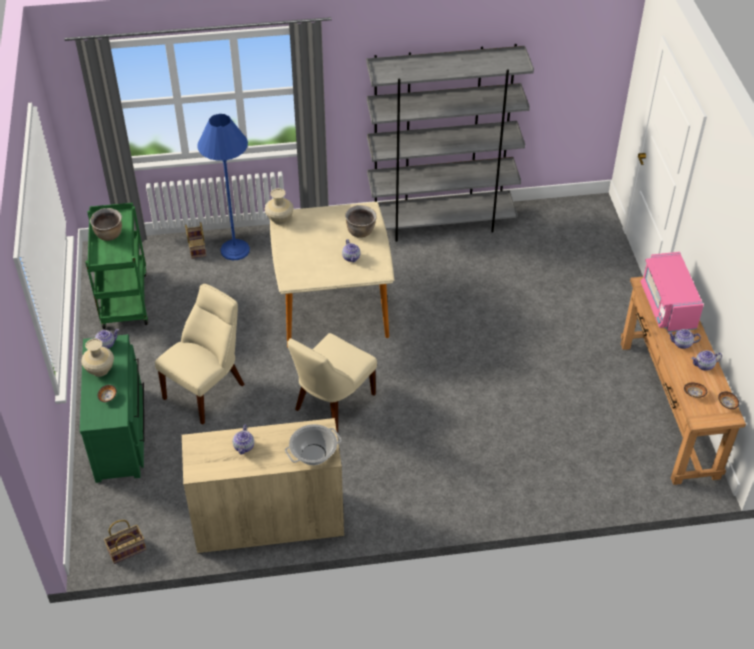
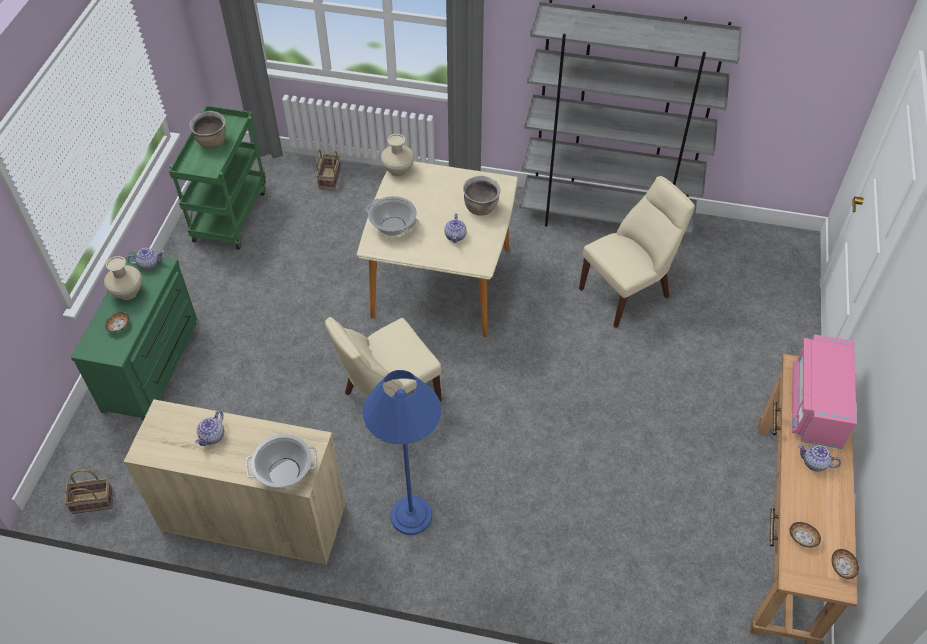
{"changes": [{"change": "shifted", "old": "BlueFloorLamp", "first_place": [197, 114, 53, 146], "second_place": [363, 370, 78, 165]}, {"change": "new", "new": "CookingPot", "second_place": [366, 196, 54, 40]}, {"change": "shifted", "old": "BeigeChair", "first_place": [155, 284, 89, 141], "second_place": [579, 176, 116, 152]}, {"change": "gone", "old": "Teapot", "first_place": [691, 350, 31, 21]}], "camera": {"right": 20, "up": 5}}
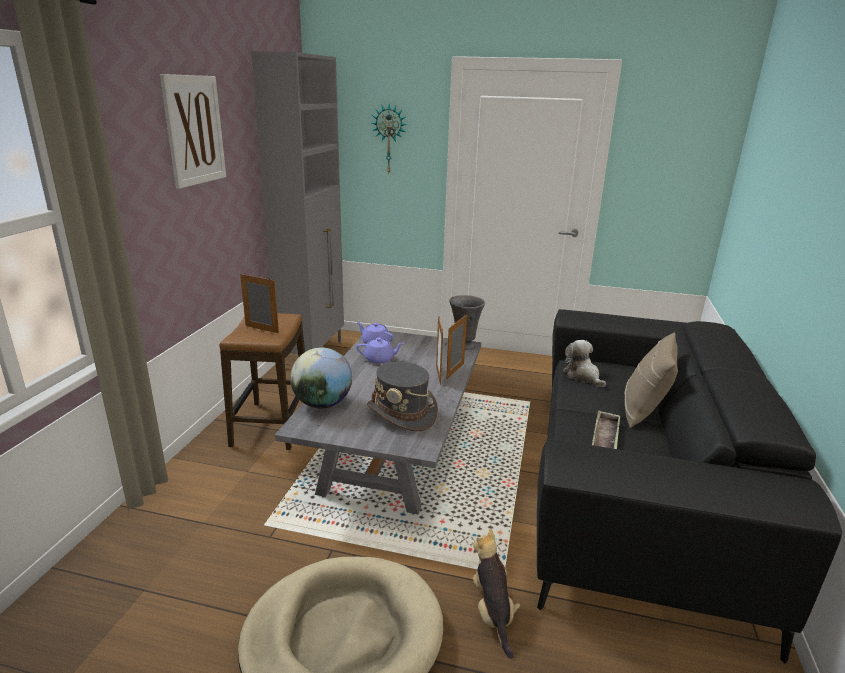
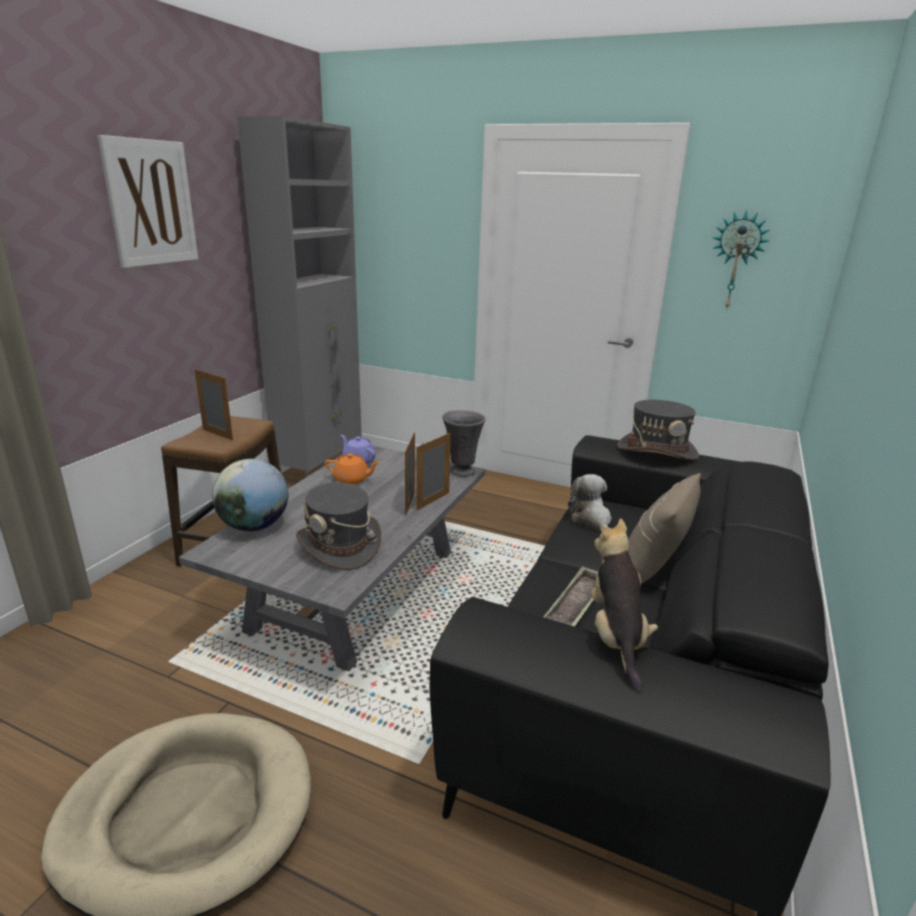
{"changes": [{"change": "repainted", "old": "PurpleTeapot", "new": "OrangeTeapot", "first_place": [356, 337, 48, 27], "second_place": [325, 453, 55, 32]}, {"change": "shifted", "old": "PlushToy", "first_place": [473, 529, 47, 130], "second_place": [590, 519, 68, 173]}, {"change": "new", "new": "GreyHat", "second_place": [617, 400, 82, 60]}, {"change": "shifted", "old": "WallClock", "first_place": [372, 104, 35, 70], "second_place": [712, 210, 57, 100]}], "camera": {"right": 10, "up": 0}}
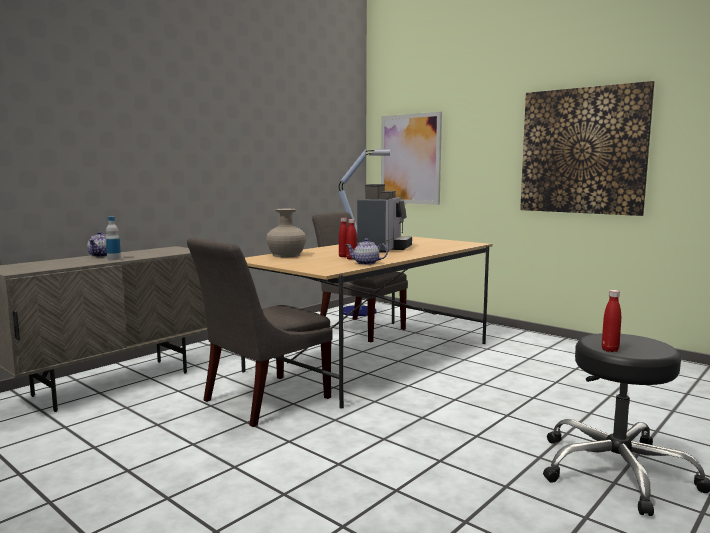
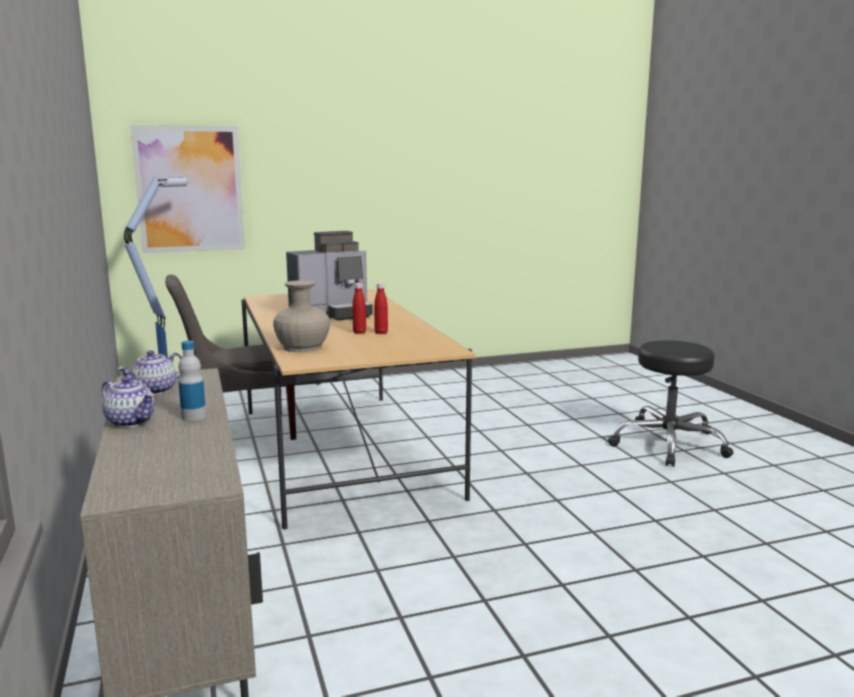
{"changes": [{"change": "shifted", "old": "Teapot", "first_place": [346, 238, 42, 27], "second_place": [118, 350, 64, 45]}, {"change": "rotated", "old": "CoffeeMachine", "first_place": [357, 184, 55, 69], "second_place": [286, 231, 87, 90], "degrees": 105}, {"change": "gone", "old": "GreyChair", "first_place": [187, 237, 145, 190]}, {"change": "gone", "old": "Picture", "first_place": [520, 81, 134, 135]}, {"change": "gone", "old": "RedBottle", "first_place": [602, 290, 19, 62]}], "camera": {"right": -60, "up": 5}}
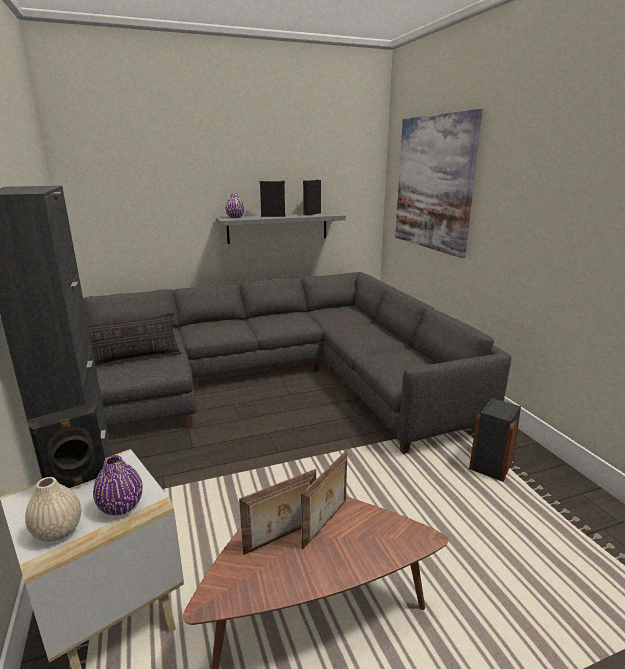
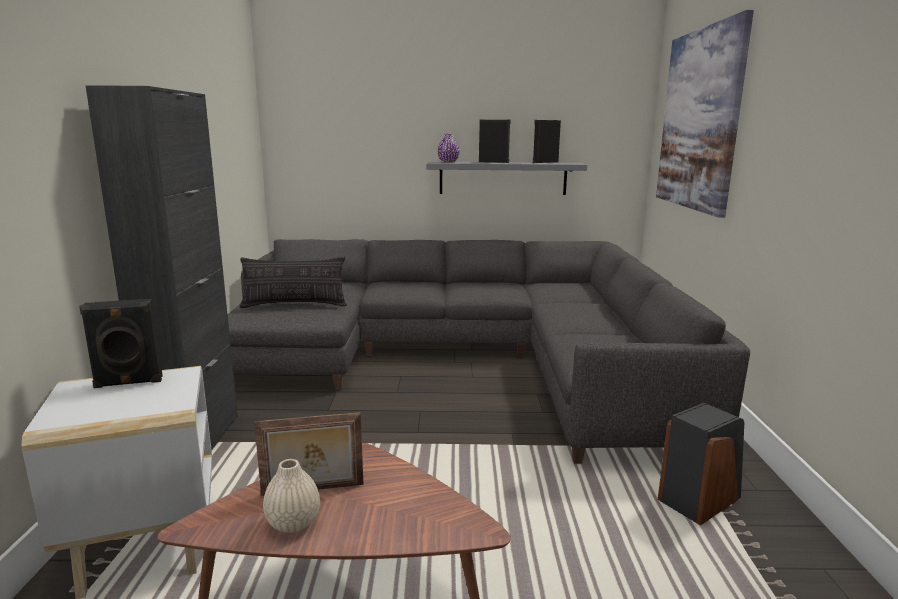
{"changes": [{"change": "shifted", "old": "BeigeVase", "first_place": [25, 477, 56, 65], "second_place": [263, 459, 57, 74]}, {"change": "gone", "old": "PurpleVase", "first_place": [93, 455, 50, 60]}, {"change": "gone", "old": "PictureFrame", "first_place": [301, 451, 46, 98]}], "camera": {"right": 20, "up": -5}}
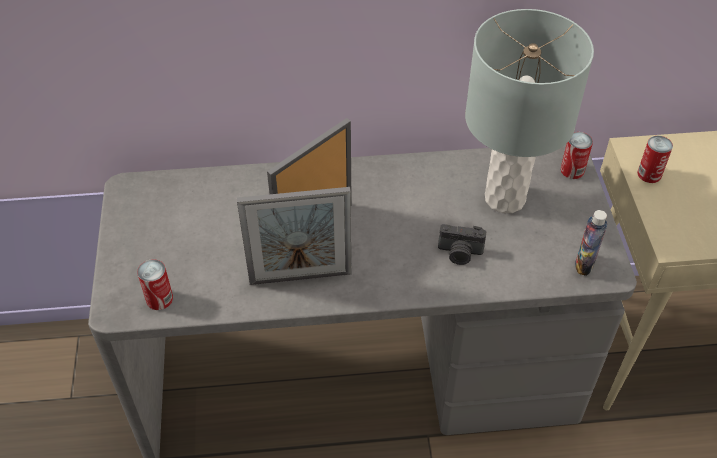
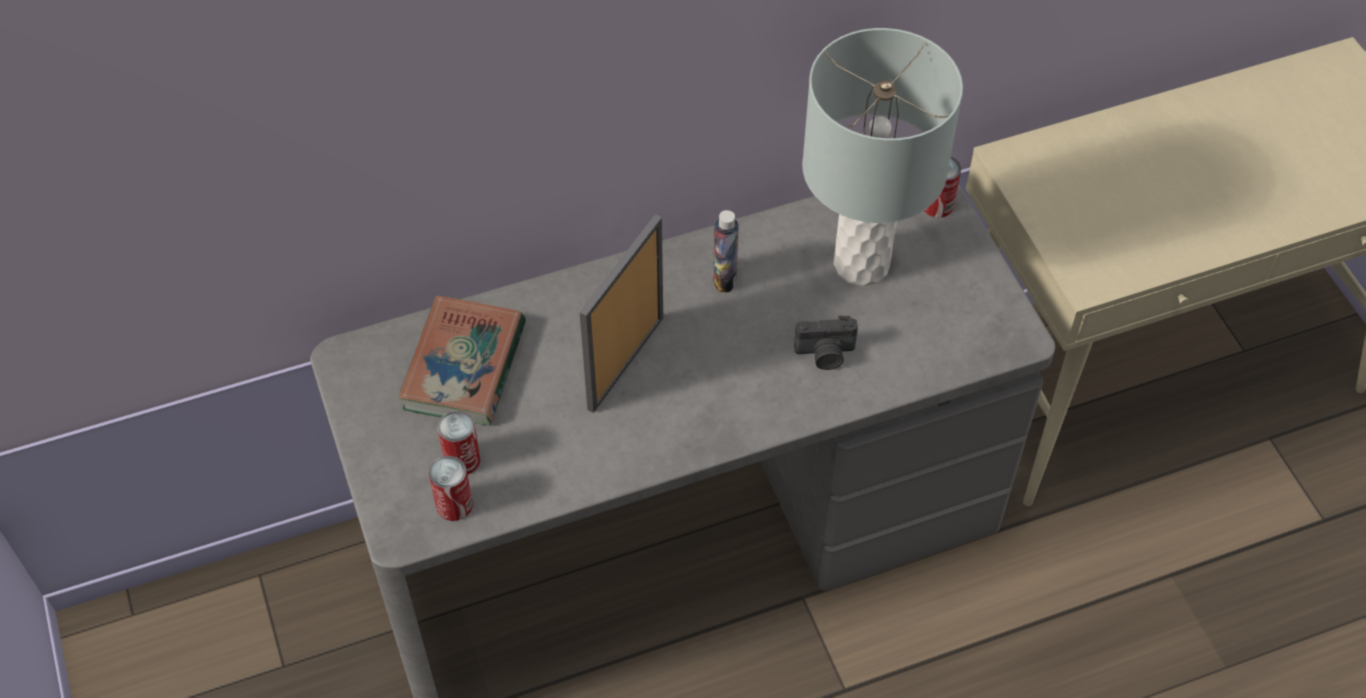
{"changes": [{"change": "new", "new": "Book", "second_place": [398, 296, 128, 129]}, {"change": "shifted", "old": "Can", "first_place": [637, 136, 36, 47], "second_place": [438, 411, 43, 64]}, {"change": "shifted", "old": "Bottle", "first_place": [575, 210, 32, 66], "second_place": [713, 210, 26, 82]}, {"change": "gone", "old": "PictureFrame", "first_place": [237, 187, 114, 98]}], "camera": {"right": -15, "up": 5}}
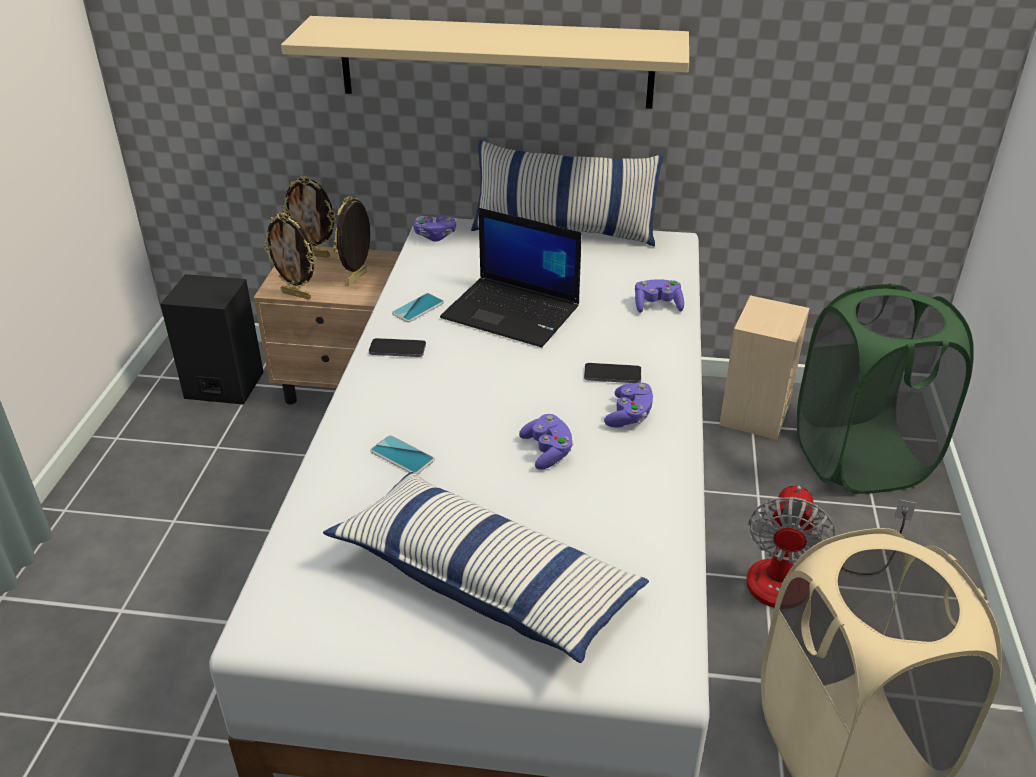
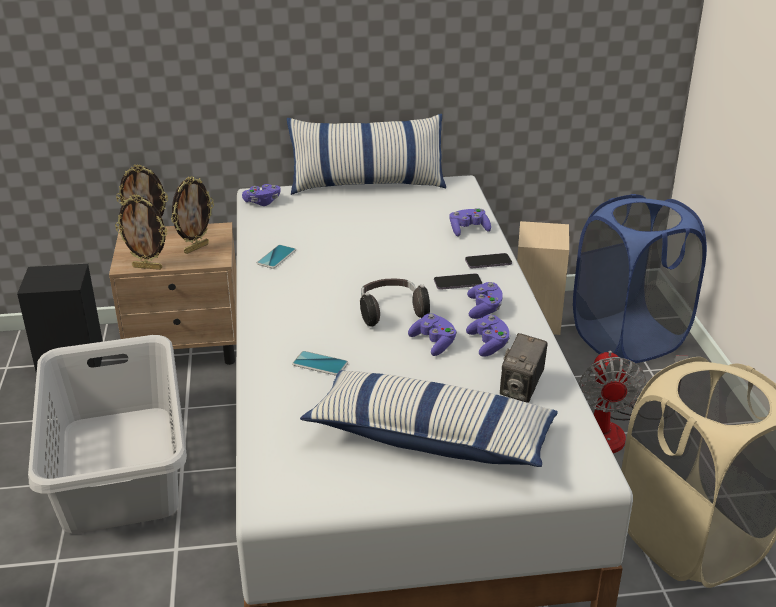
{"changes": [{"change": "new", "new": "GreyLaundryBasket", "second_place": [28, 335, 159, 199]}, {"change": "rotated", "old": "PictureFrame", "first_place": [333, 196, 37, 89], "second_place": [171, 176, 43, 78], "degrees": -150}, {"change": "new", "new": "Headphones", "second_place": [360, 279, 70, 48]}, {"change": "shifted", "old": "Phone", "first_place": [369, 338, 57, 19], "second_place": [465, 253, 47, 15]}, {"change": "new", "new": "PurpleGameController", "second_place": [466, 315, 44, 42]}, {"change": "new", "new": "PhotoCamera", "second_place": [500, 333, 47, 70]}, {"change": "repainted", "old": "GreenLaundryBasket", "new": "BlueLaundryBasket", "first_place": [797, 283, 177, 211], "second_place": [573, 194, 134, 169]}, {"change": "gone", "old": "BeigeShelf", "first_place": [281, 16, 408, 93]}, {"change": "gone", "old": "Laptop", "first_place": [440, 208, 142, 140]}], "camera": {"right": -15, "up": -5}}
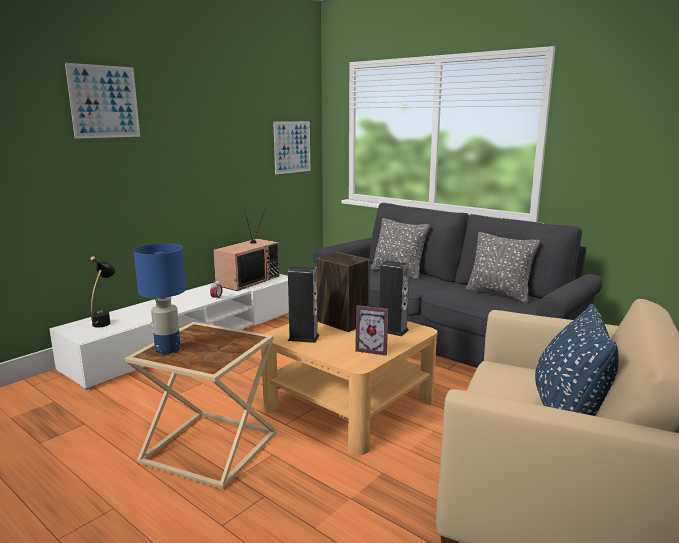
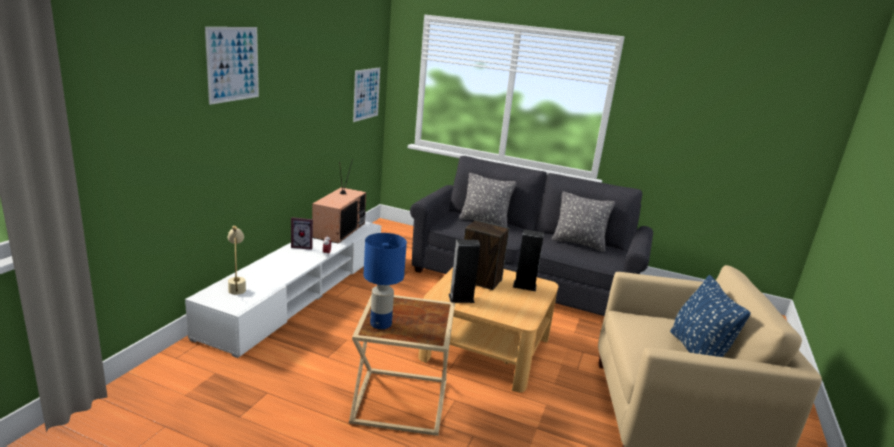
{"changes": [{"change": "repainted", "old": "BlackTableLamp", "new": "BeigeTableLamp", "first_place": [90, 256, 26, 72], "second_place": [228, 226, 18, 69]}, {"change": "shifted", "old": "PictureFrame", "first_place": [355, 305, 33, 51], "second_place": [291, 217, 22, 33]}], "camera": {"right": -20, "up": 5}}
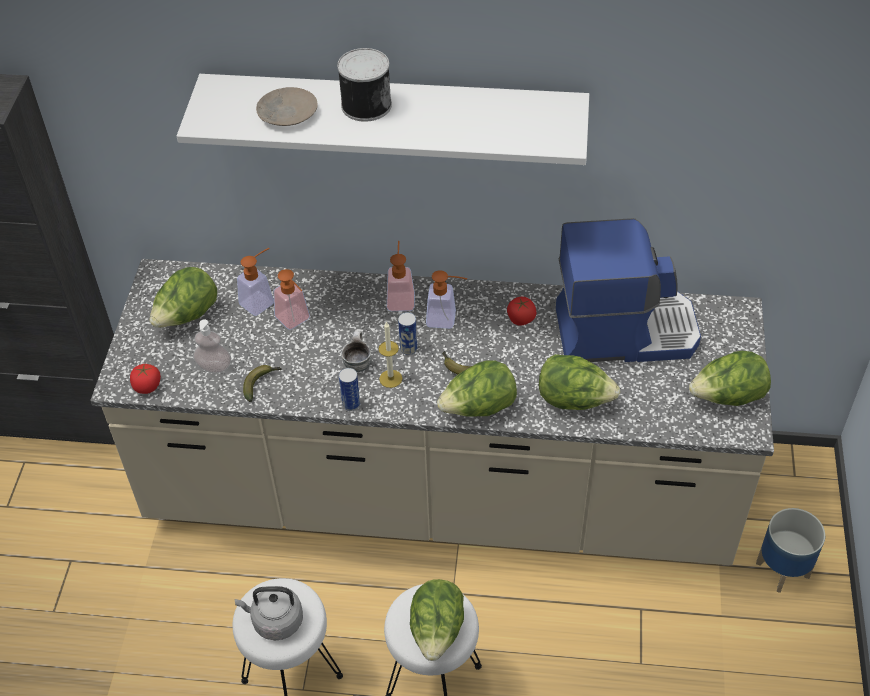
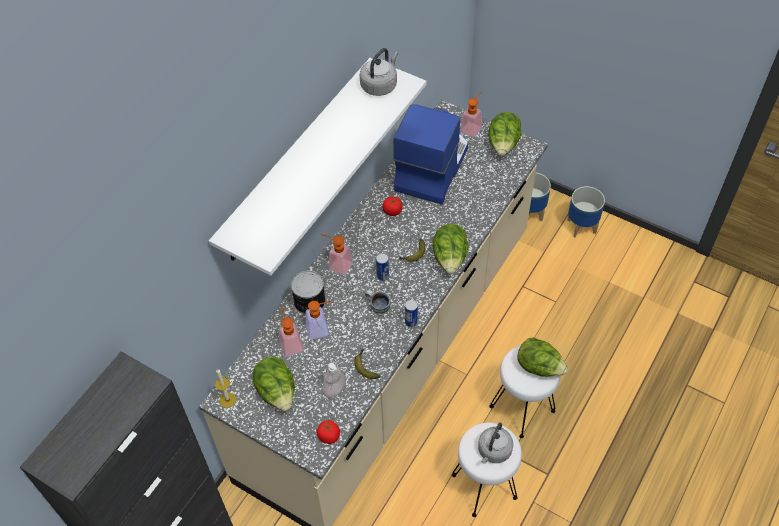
{"changes": [{"change": "shifted", "old": "Candle", "first_place": [379, 321, 23, 67], "second_place": [215, 369, 21, 39]}, {"change": "shifted", "old": "Can", "first_place": [337, 48, 55, 74], "second_place": [291, 271, 35, 44]}, {"change": "new", "new": "GreyKettle", "second_place": [360, 48, 38, 48]}, {"change": "shifted", "old": "SoapDispenser", "first_place": [426, 270, 42, 59], "second_place": [460, 92, 22, 45]}, {"change": "new", "new": "Planter", "second_place": [567, 186, 38, 51]}, {"change": "gone", "old": "BeigePlate", "first_place": [256, 87, 62, 39]}, {"change": "gone", "old": "Lettuce", "first_place": [539, 354, 81, 56]}], "camera": {"right": -65, "up": 5}}
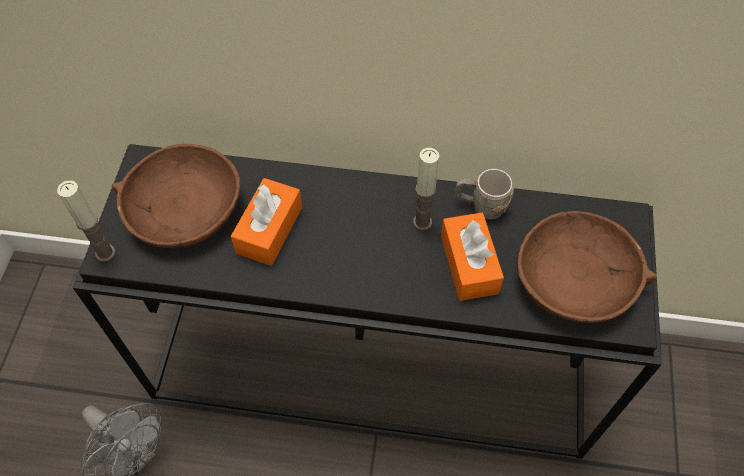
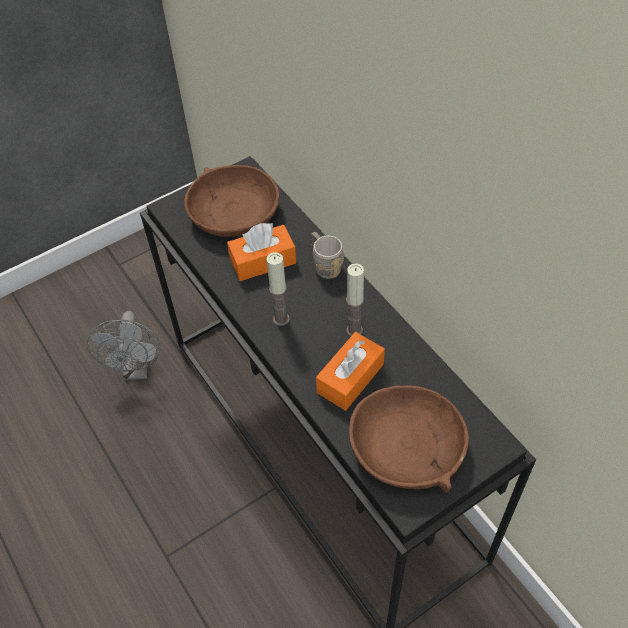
{"changes": [{"change": "shifted", "old": "Candle", "first_place": [57, 180, 58, 82], "second_place": [267, 252, 23, 74]}, {"change": "shifted", "old": "GreyMug", "first_place": [455, 169, 59, 50], "second_place": [310, 232, 34, 47]}], "camera": {"right": 50, "up": -5}}
